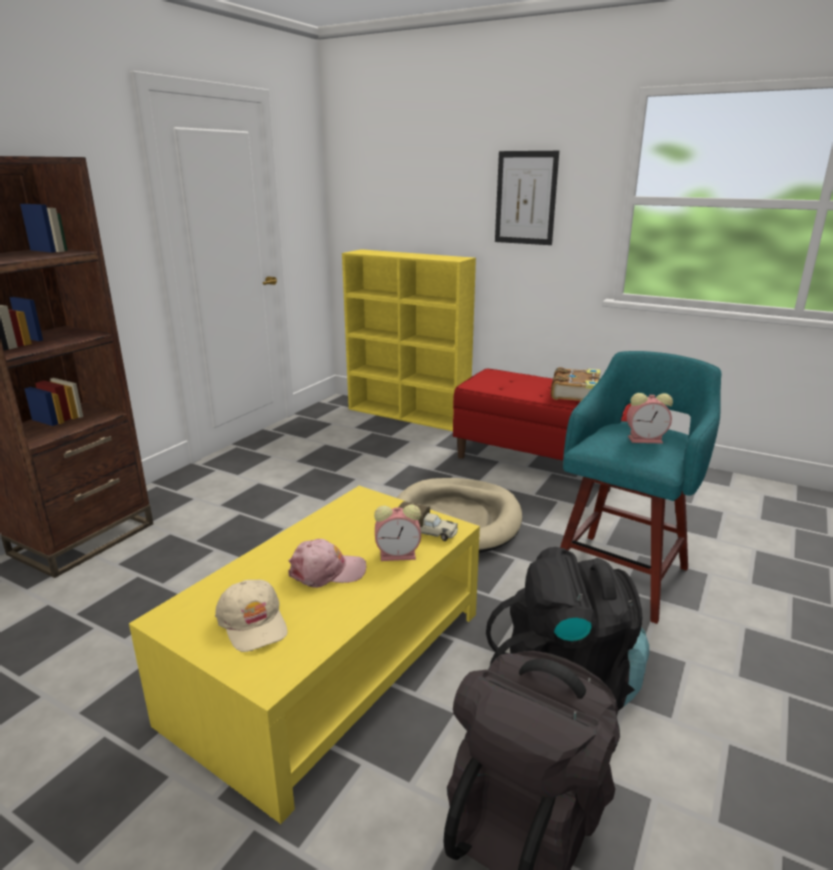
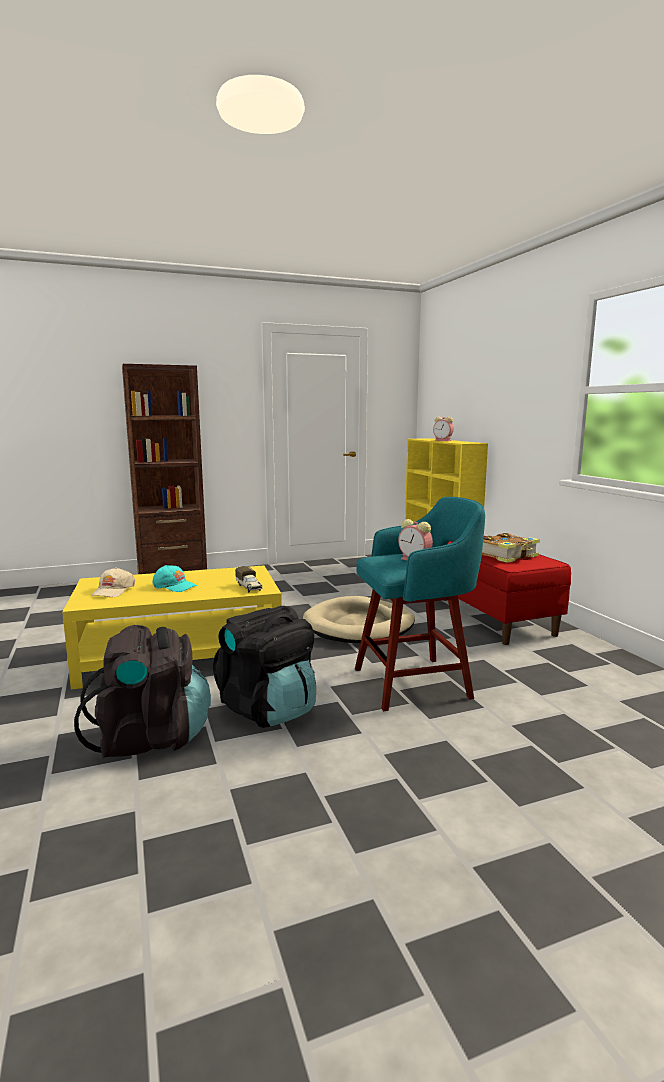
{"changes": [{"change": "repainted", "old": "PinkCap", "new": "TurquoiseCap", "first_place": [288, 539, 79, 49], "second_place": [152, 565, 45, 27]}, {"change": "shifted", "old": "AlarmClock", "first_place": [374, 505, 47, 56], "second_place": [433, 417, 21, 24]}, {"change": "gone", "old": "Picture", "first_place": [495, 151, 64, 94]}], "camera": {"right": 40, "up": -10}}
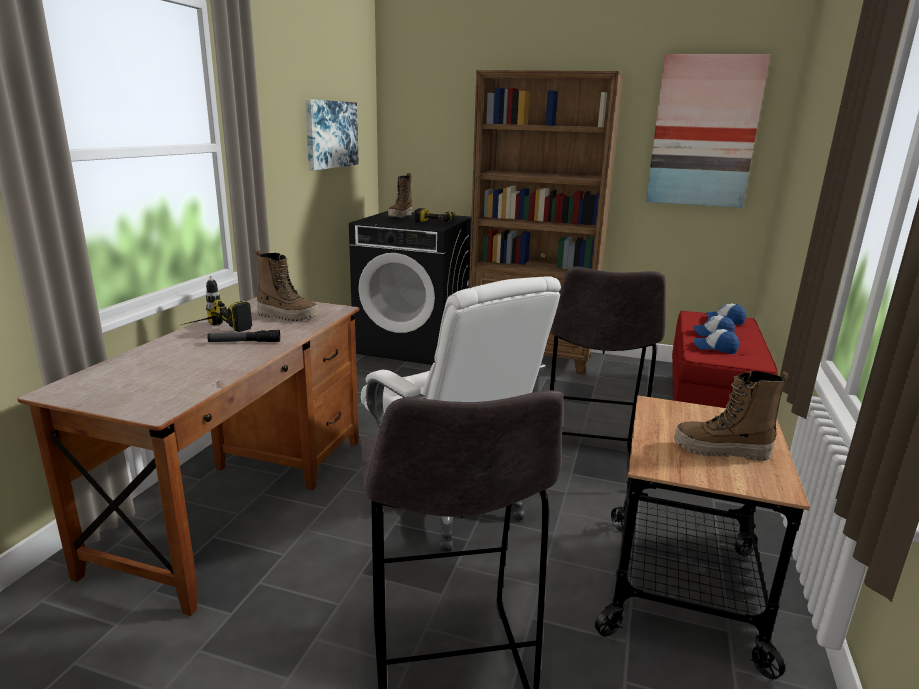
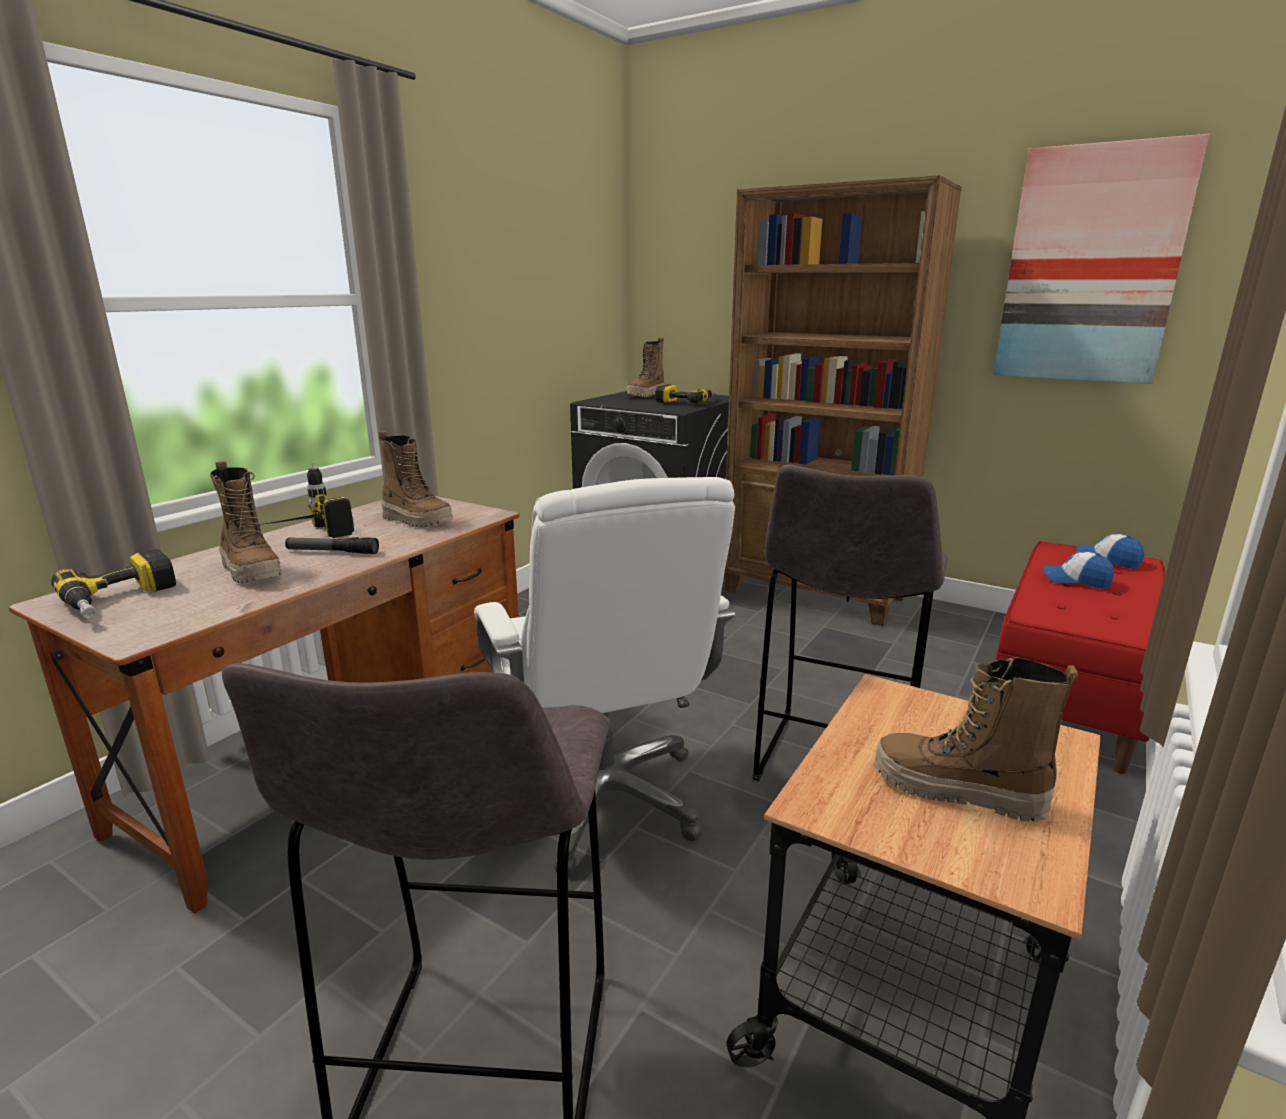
{"changes": [{"change": "new", "new": "PowerDrill", "second_place": [51, 549, 125, 70]}, {"change": "new", "new": "Boot", "second_place": [210, 461, 72, 123]}, {"change": "gone", "old": "Picture", "first_place": [305, 99, 54, 71]}, {"change": "gone", "old": "Cap", "first_place": [694, 329, 45, 25]}], "camera": {"right": 15, "up": 0}}
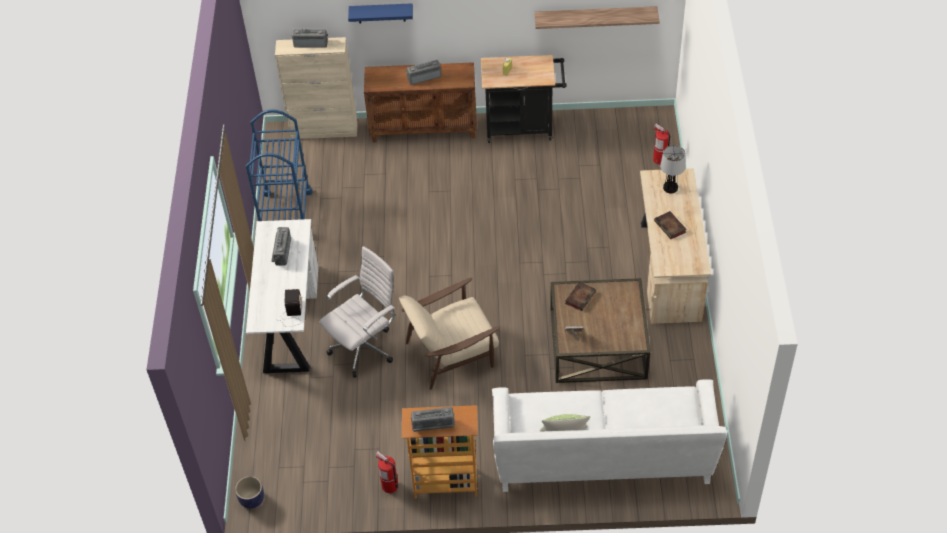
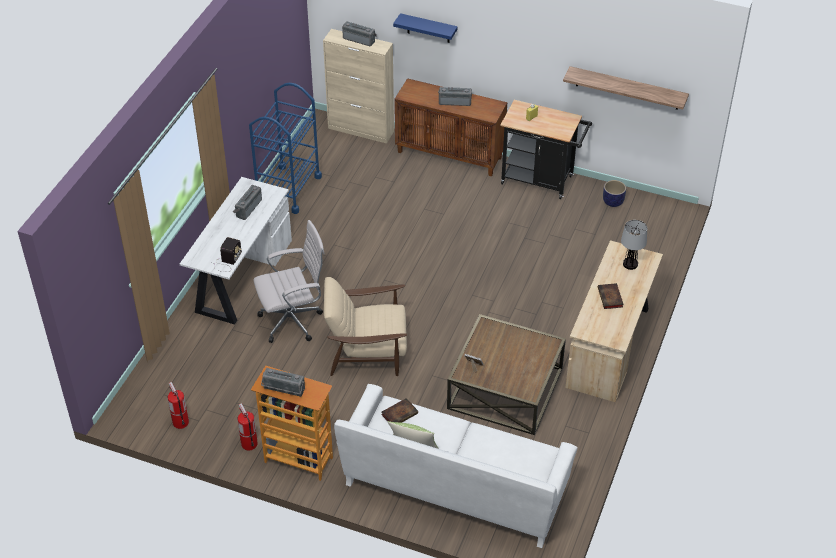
{"changes": [{"change": "shifted", "old": "FireExtinguisher", "first_place": [653, 124, 17, 41], "second_place": [167, 382, 22, 47]}, {"change": "shifted", "old": "Book", "first_place": [565, 282, 31, 29], "second_place": [381, 398, 37, 25]}, {"change": "shifted", "old": "Planter", "first_place": [235, 476, 29, 33], "second_place": [603, 180, 23, 27]}], "camera": {"right": 20, "up": -5}}
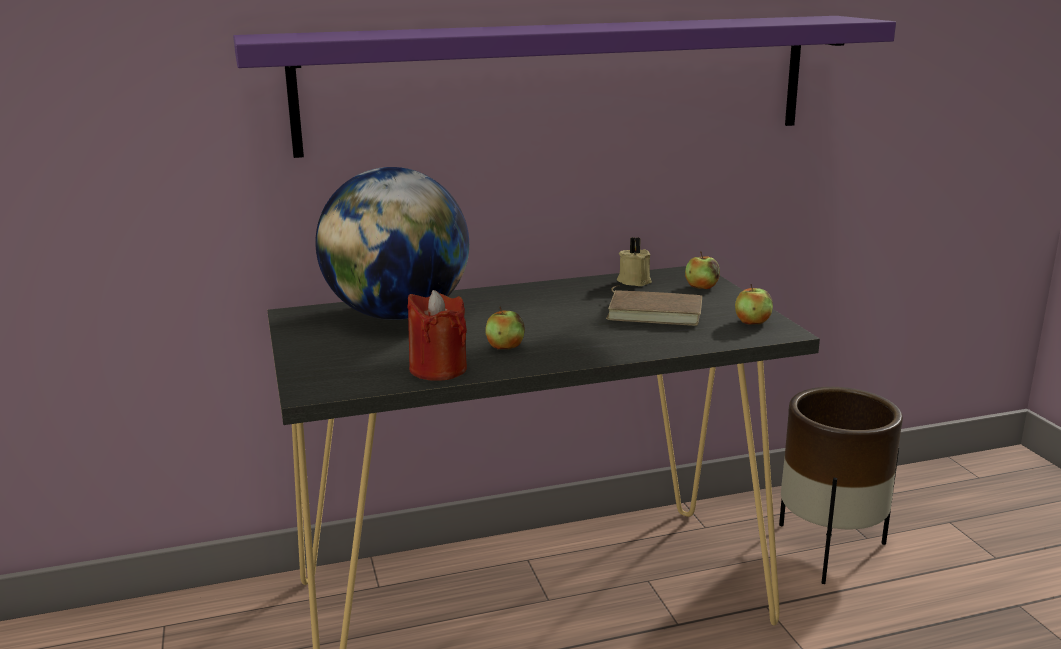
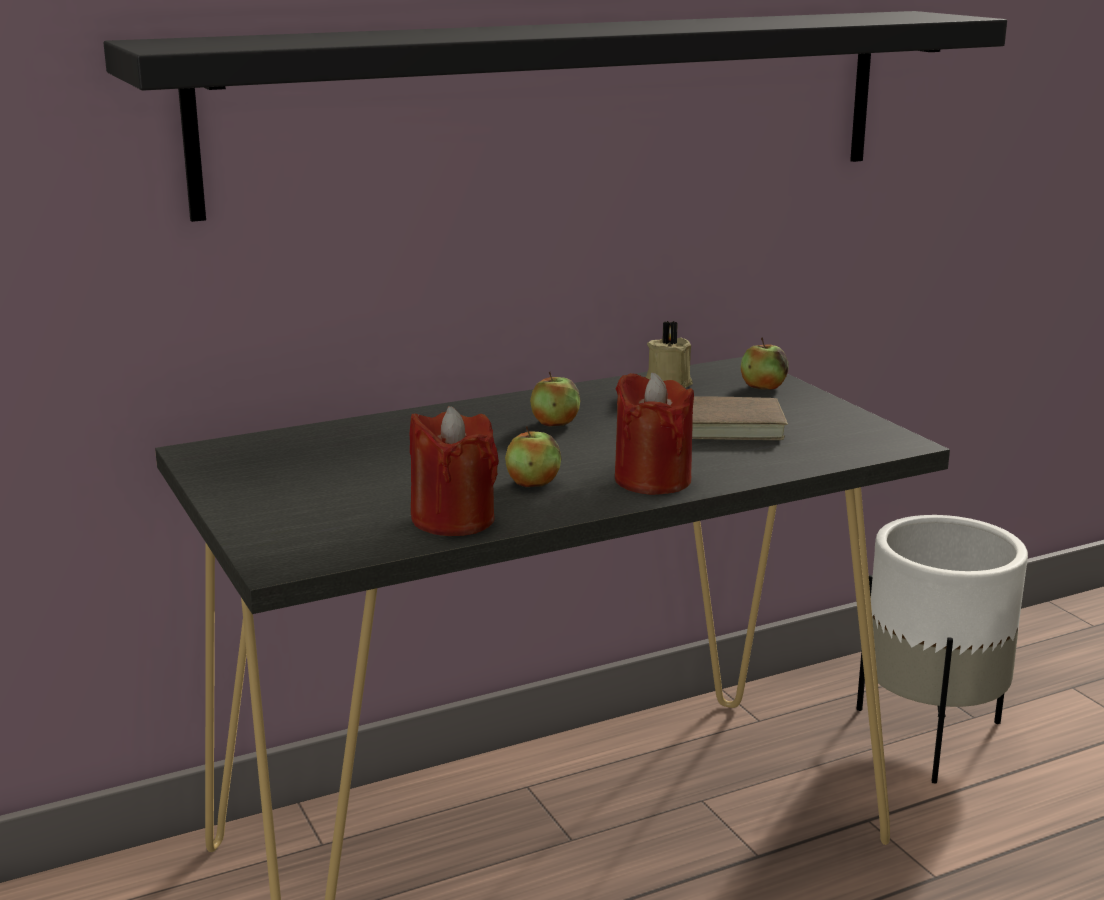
{"changes": [{"change": "repainted", "old": "PurpleShelf", "new": "BlackShelf", "first_place": [233, 16, 663, 142], "second_place": [103, 11, 904, 211]}, {"change": "shifted", "old": "Apple", "first_place": [735, 284, 38, 41], "second_place": [530, 372, 51, 55]}, {"change": "new", "new": "RedCandle", "second_place": [615, 372, 79, 123]}, {"change": "repainted", "old": "BrownPlanter", "new": "WhitePlanter", "first_place": [779, 387, 124, 197], "second_place": [856, 515, 172, 269]}, {"change": "gone", "old": "Globe", "first_place": [315, 167, 154, 153]}], "camera": {"right": -10, "up": 0}}
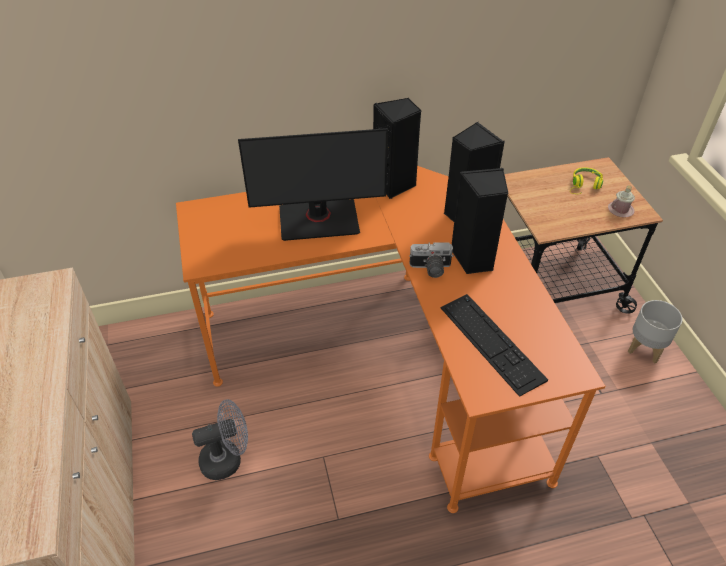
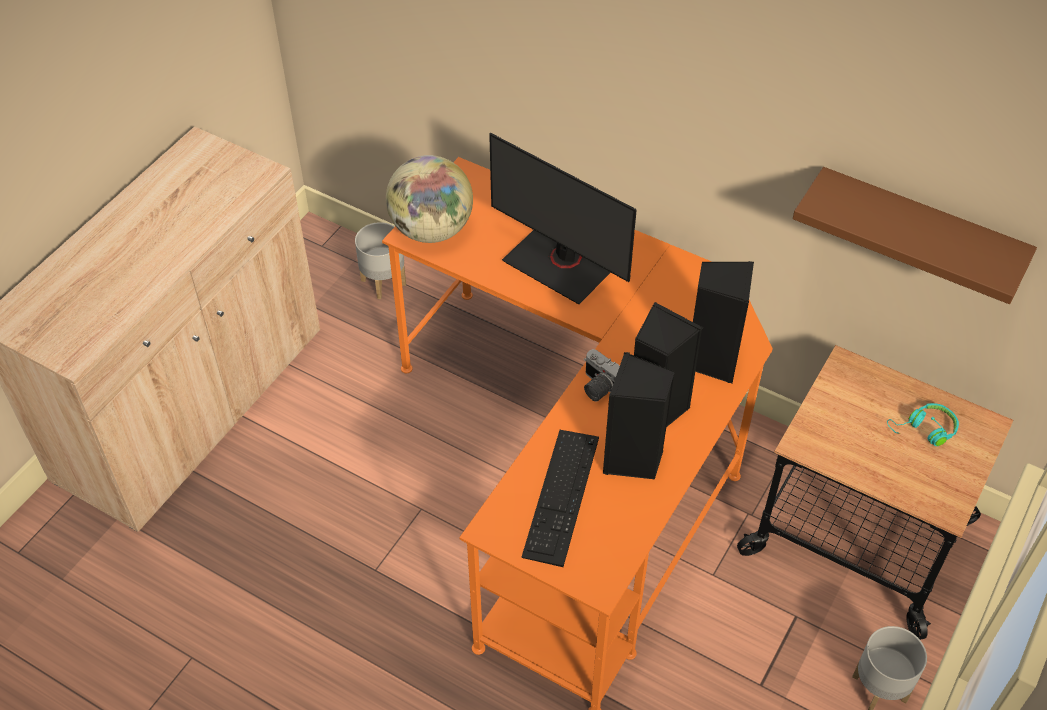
{"changes": [{"change": "new", "new": "GreyPlanter", "second_place": [355, 222, 51, 77]}, {"change": "new", "new": "Globe", "second_place": [386, 155, 87, 88]}, {"change": "shifted", "old": "BlackSpeaker", "first_place": [373, 98, 48, 101], "second_place": [603, 352, 72, 127]}, {"change": "new", "new": "BrownShelf", "second_place": [793, 167, 244, 137]}, {"change": "repainted", "old": "YellowHeadphones", "new": "TurquoiseHeadphones", "first_place": [570, 167, 33, 27], "second_place": [887, 403, 72, 43]}, {"change": "gone", "old": "GreyFan", "first_place": [192, 399, 56, 81]}, {"change": "gone", "old": "PinkMug", "first_place": [608, 185, 27, 33]}], "camera": {"right": 45, "up": 5}}
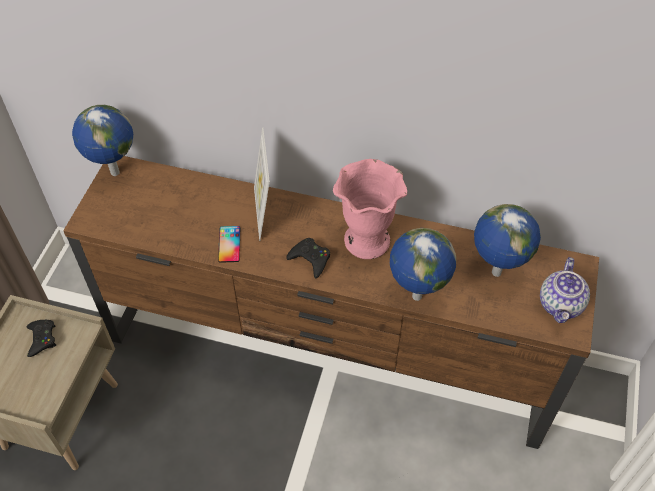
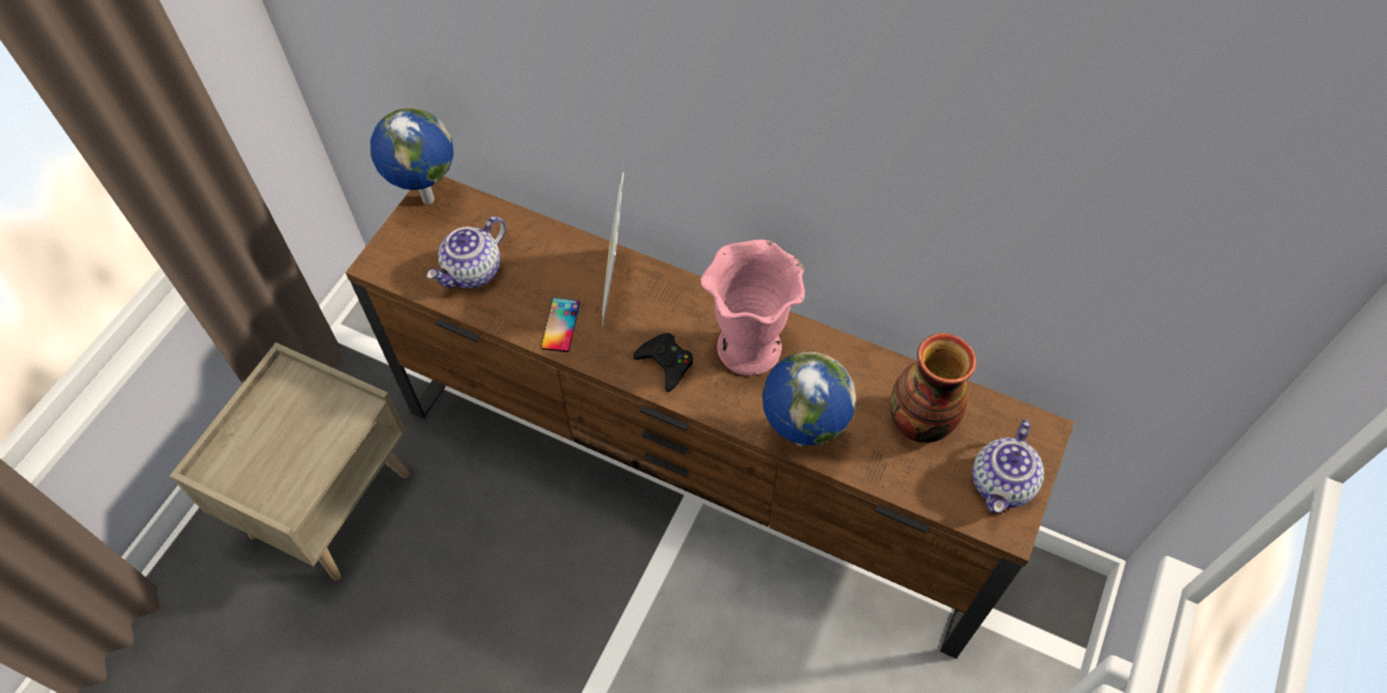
{"changes": [{"change": "new", "new": "Teapot", "second_place": [426, 216, 80, 72]}, {"change": "swapped", "old": "Globe", "new": "Vase", "first_place": [474, 204, 67, 73], "second_place": [890, 333, 87, 110]}, {"change": "gone", "old": "BlackGameController", "first_place": [27, 320, 29, 37]}], "camera": {"right": 10, "up": 5}}
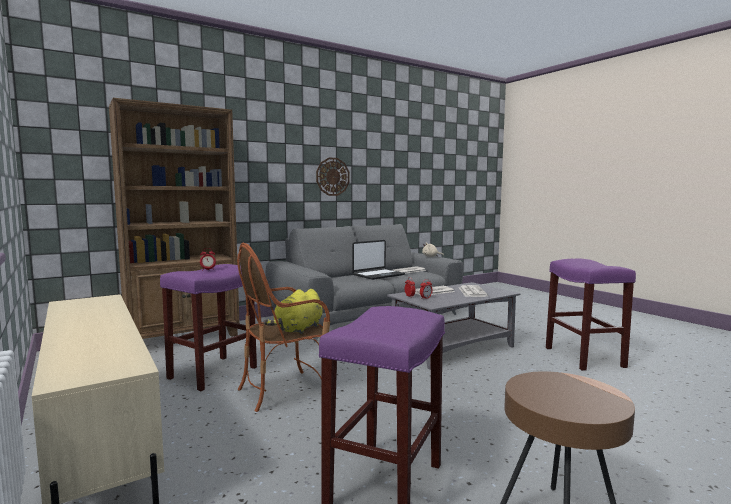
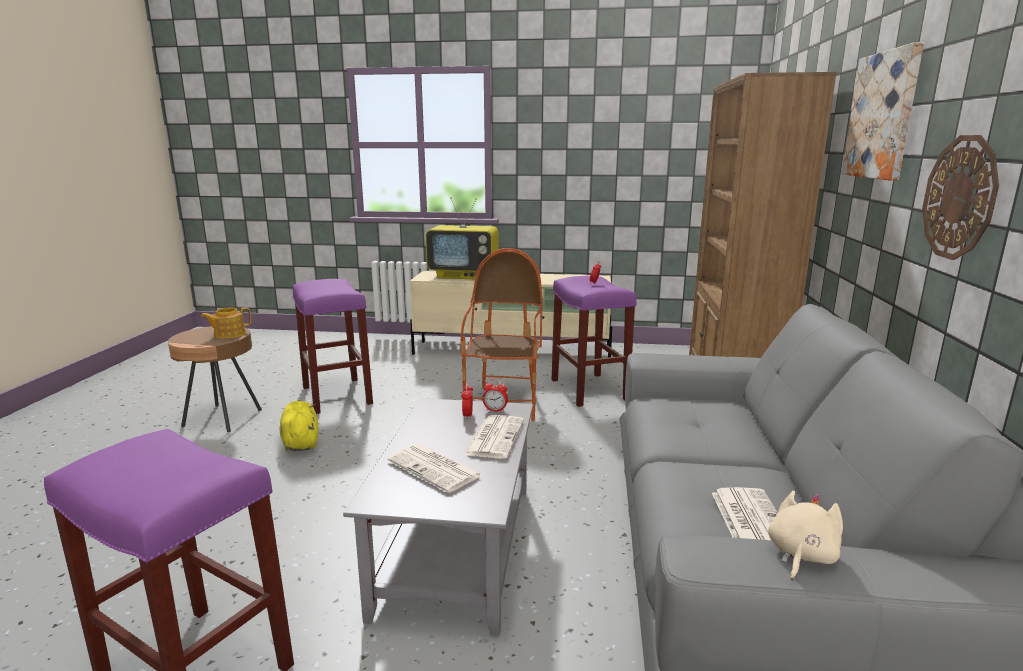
{"changes": [{"change": "new", "new": "Teapot", "second_place": [201, 307, 50, 32]}, {"change": "shifted", "old": "YellowPlushToy", "first_place": [263, 289, 60, 45], "second_place": [280, 401, 38, 51]}, {"change": "new", "new": "Television", "second_place": [426, 197, 73, 82]}, {"change": "new", "new": "Picture", "second_place": [842, 42, 82, 139]}, {"change": "gone", "old": "Laptop", "first_place": [352, 240, 53, 40]}], "camera": {"right": 130, "up": 10}}
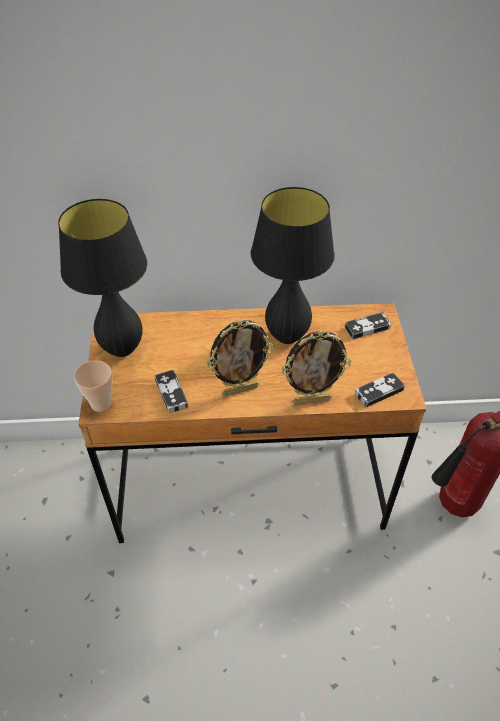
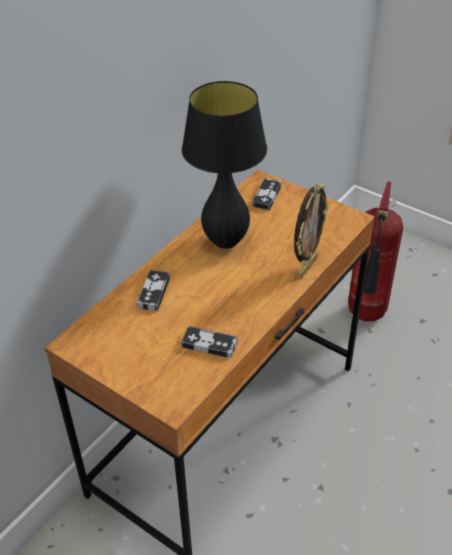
{"changes": [{"change": "shifted", "old": "GameController", "first_place": [355, 372, 50, 35], "second_place": [137, 270, 33, 41]}, {"change": "gone", "old": "BlackTableLamp", "first_place": [58, 199, 89, 158]}, {"change": "gone", "old": "Cup", "first_place": [74, 360, 38, 52]}, {"change": "gone", "old": "PictureFrame", "first_place": [207, 320, 66, 76]}], "camera": {"right": -50, "up": -5}}
